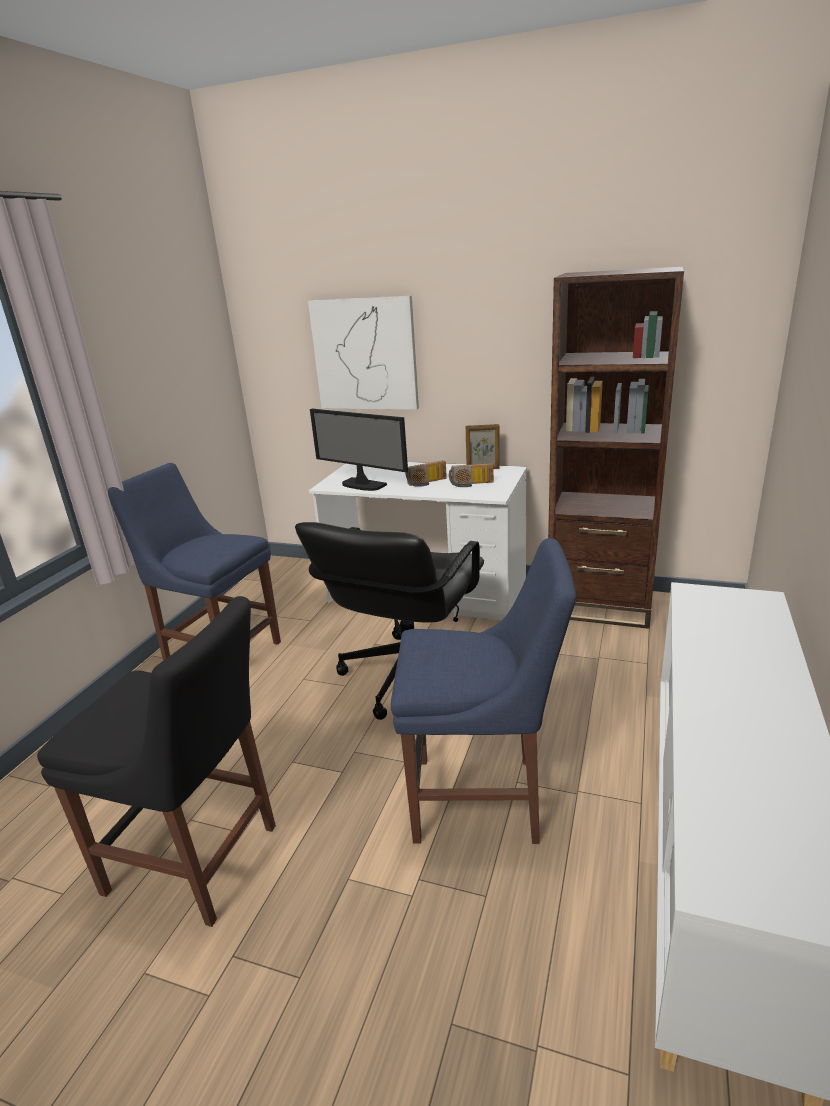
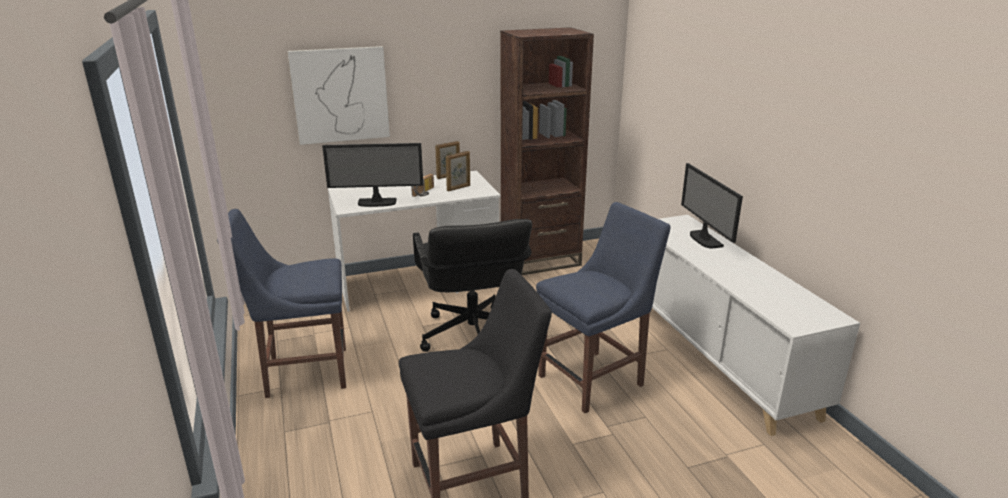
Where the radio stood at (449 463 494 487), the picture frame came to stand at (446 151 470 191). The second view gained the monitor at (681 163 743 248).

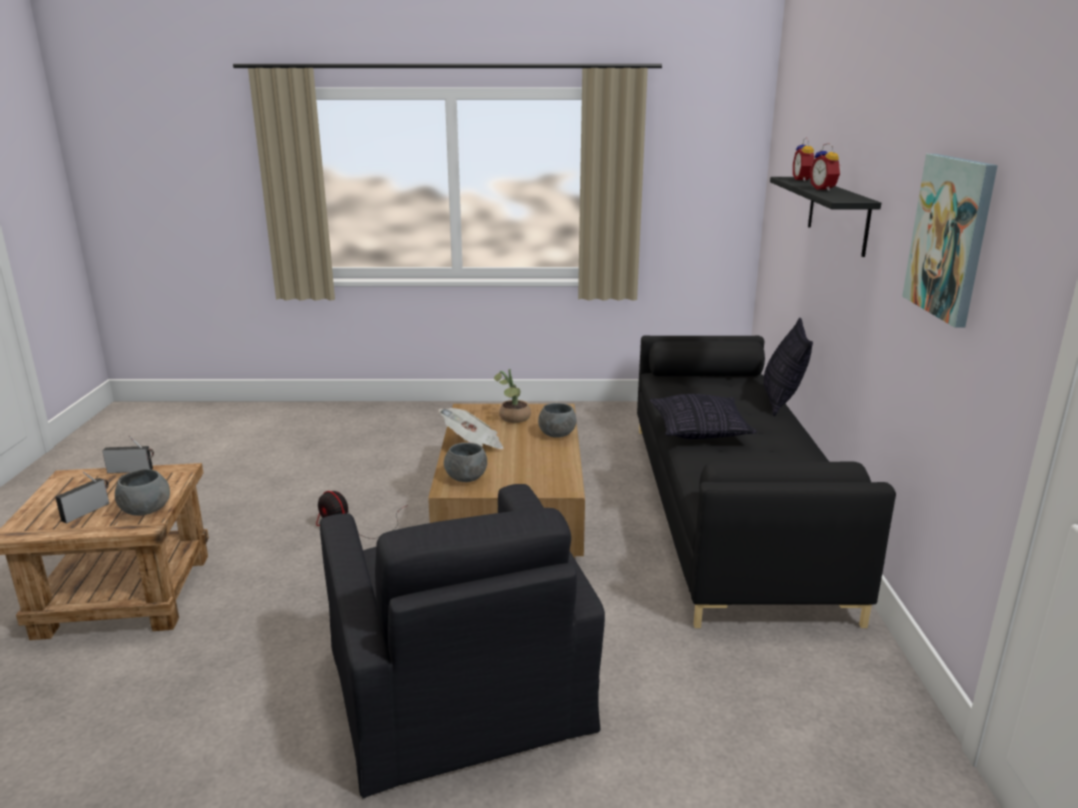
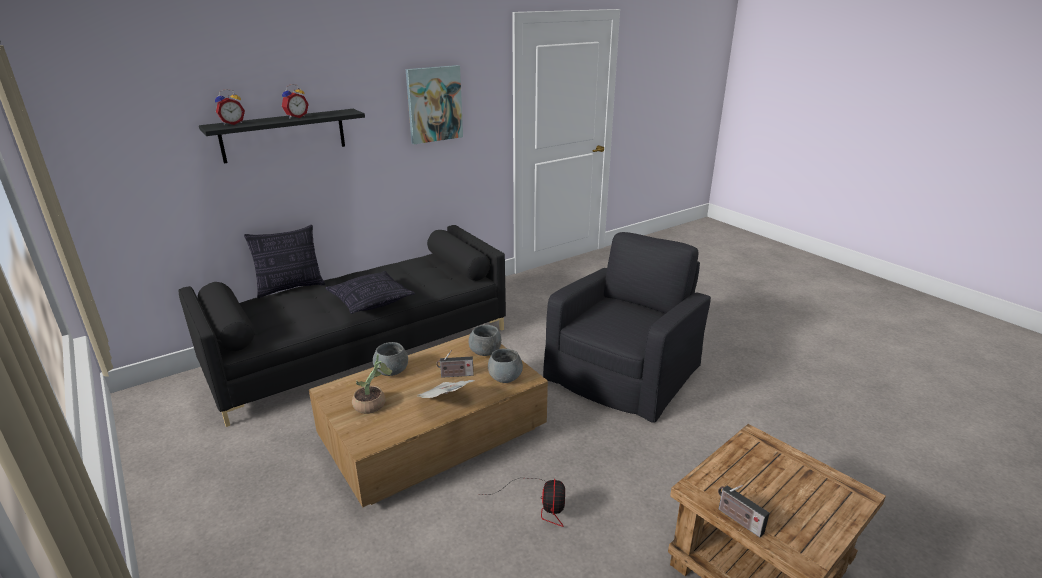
The radio ended up elsewhere, having gone from (55 471 109 523) to (437 350 474 378). The grey bowl ended up elsewhere, having gone from (115 469 170 516) to (469 325 501 356).

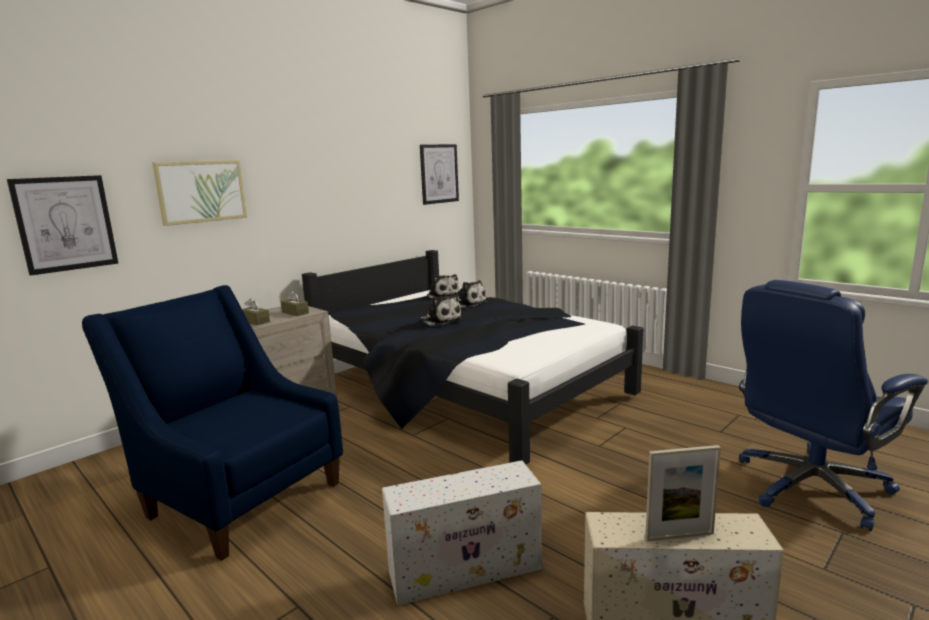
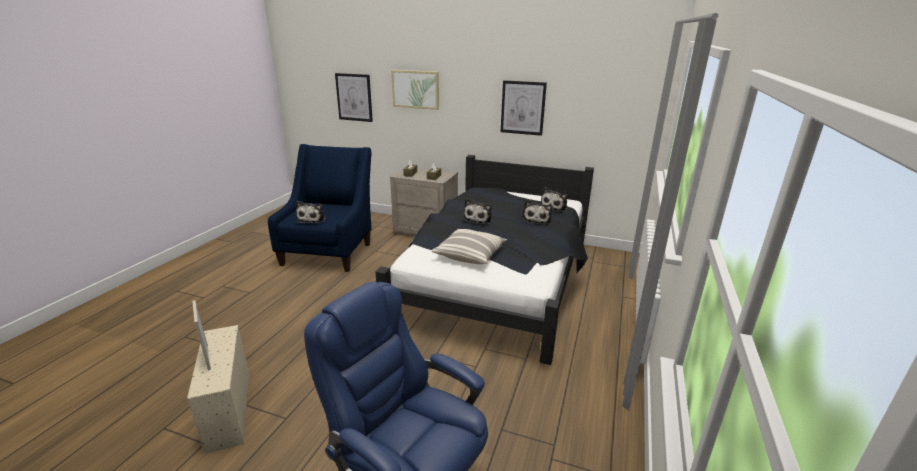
The second view lost the white storage box at (382 460 542 606). The picture ended up elsewhere, having gone from (420 144 459 205) to (501 80 547 136). The second view gained the plush toy at (296 201 326 224). The second view gained the pillow at (431 229 507 264).

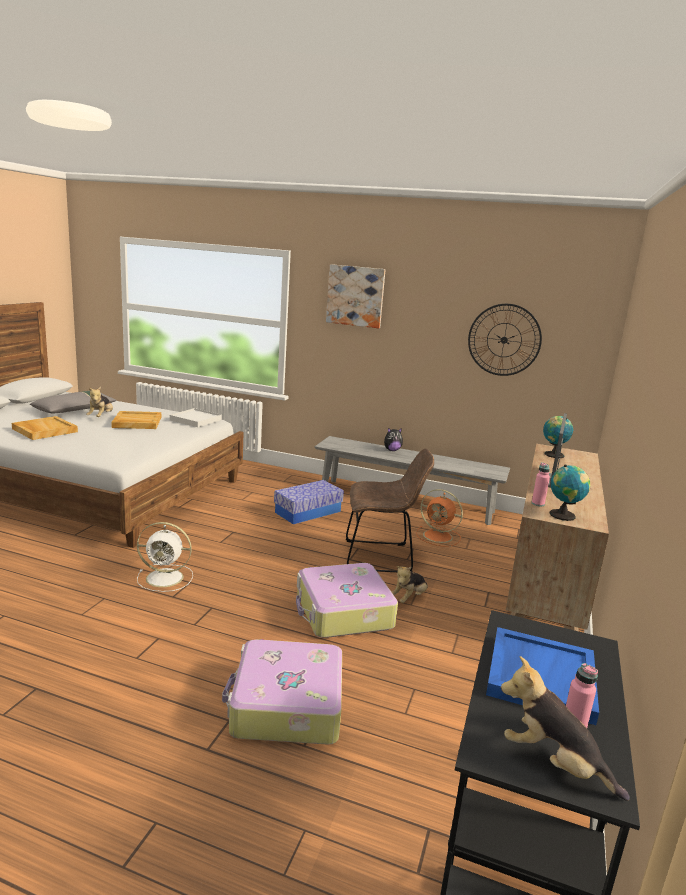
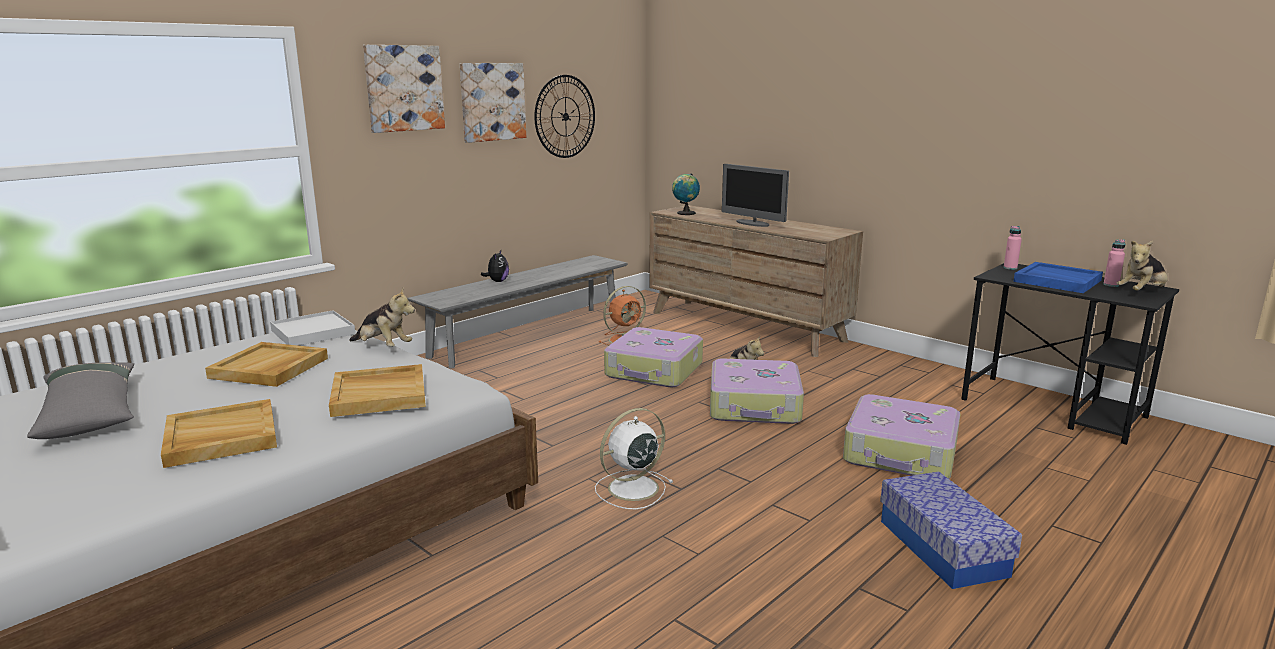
The plush toy ended up elsewhere, having gone from (86 387 113 417) to (349 289 415 347). The white fan at (137 522 193 592) ended up facing another way, 150 degrees counterclockwise from before. The storage box ended up elsewhere, having gone from (274 480 344 524) to (880 472 1022 589). Where the brown chair stood at (346 448 434 572), the suitcase came to stand at (604 327 703 387). The pink bottle ended up elsewhere, having gone from (532 462 550 506) to (1004 226 1022 270). The second view lost the globe at (550 464 590 521). The second view gained the beige tray at (329 364 426 417). The second view gained the picture at (460 63 526 143).

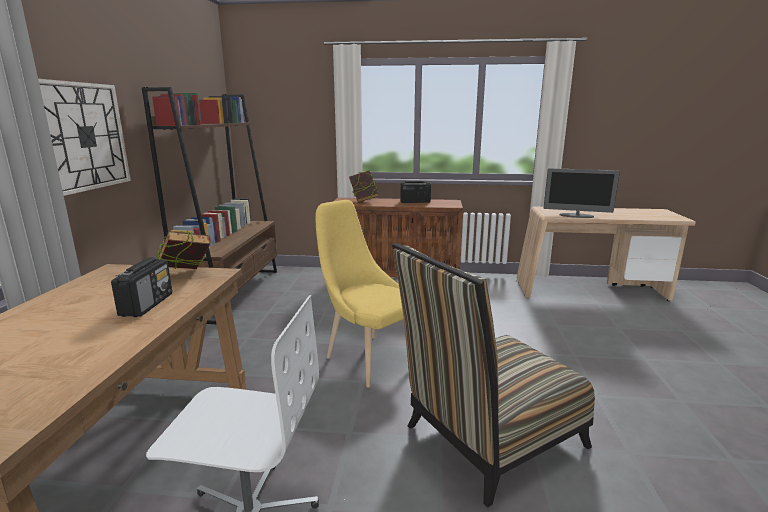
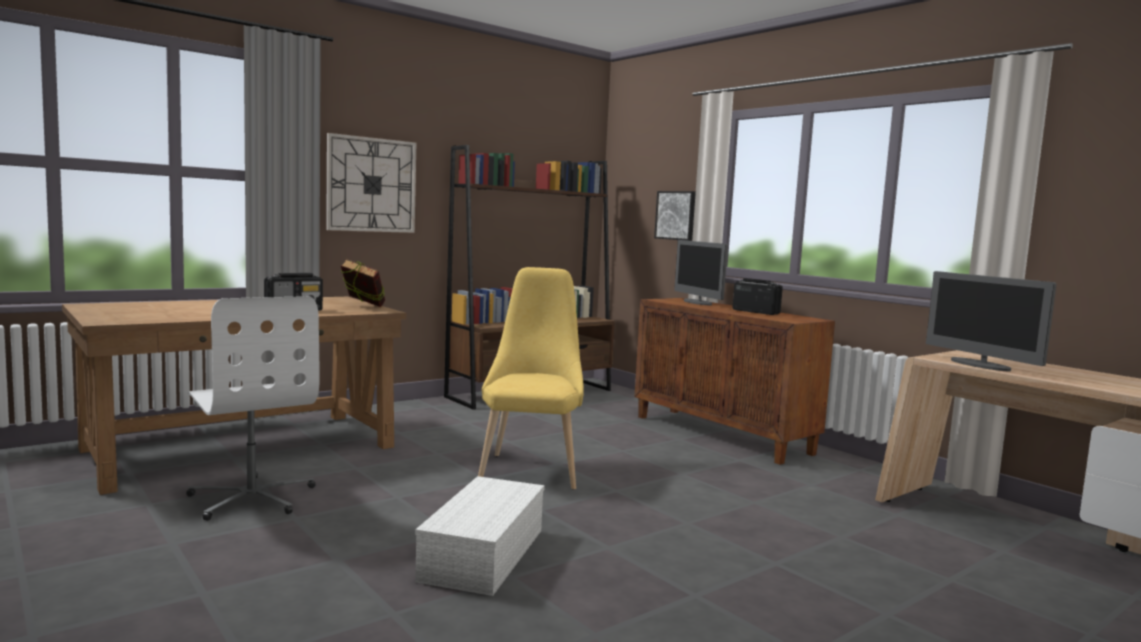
Where the book stood at (349 170 378 203), the monitor came to stand at (674 240 728 305). Where the chair stood at (392 243 595 508), the white storage box came to stand at (415 476 545 596). The second view gained the picture at (654 191 696 241).

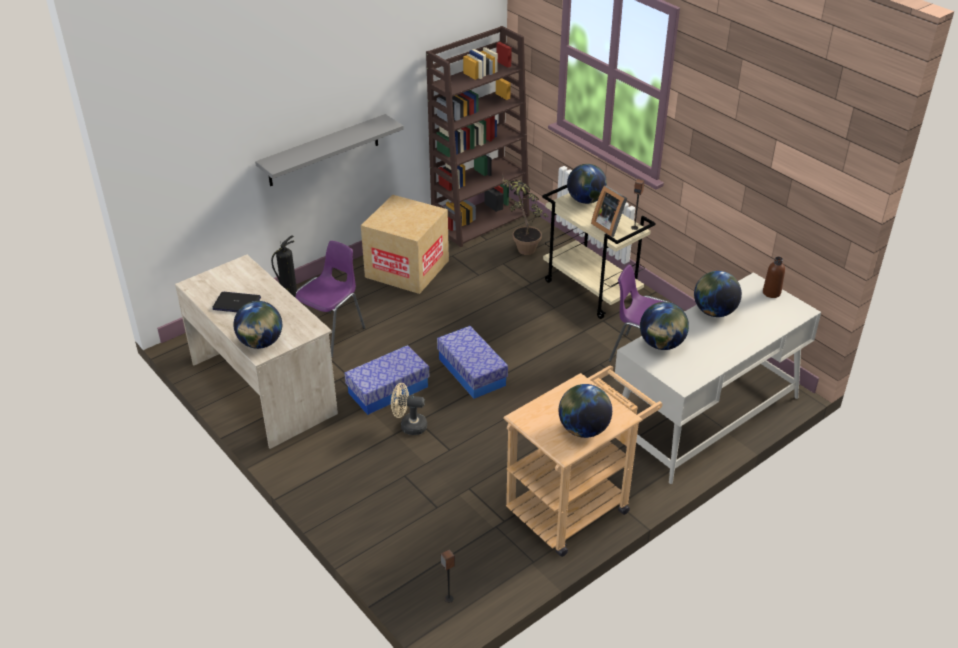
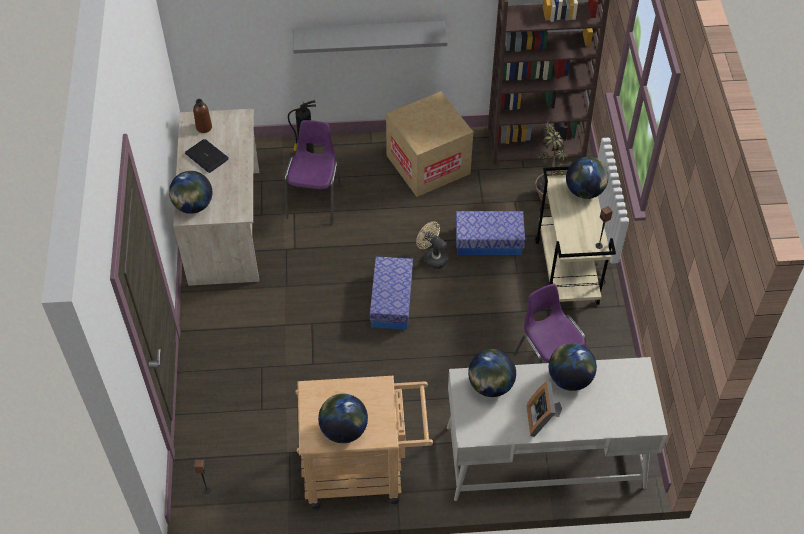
The purple chair at (296 241 365 357) ended up facing another way, 60 degrees counterclockwise from before. The storage box ended up elsewhere, having gone from (344 345 430 415) to (455 211 525 255). The beige fan ended up elsewhere, having gone from (391 383 427 435) to (416 222 448 269). The picture frame ended up elsewhere, having gone from (591 186 627 237) to (526 381 562 437). The brown bottle ended up elsewhere, having gone from (763 257 785 298) to (193 99 212 133).

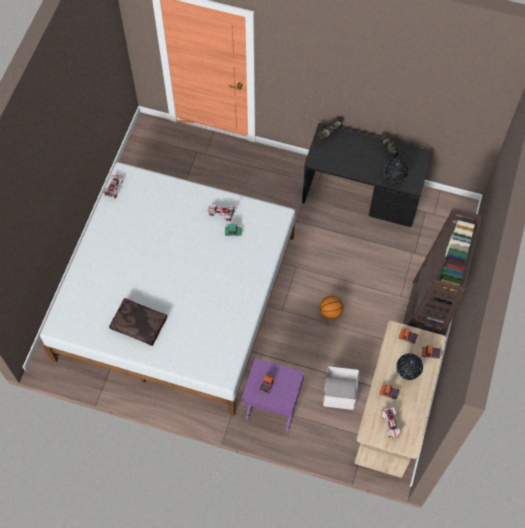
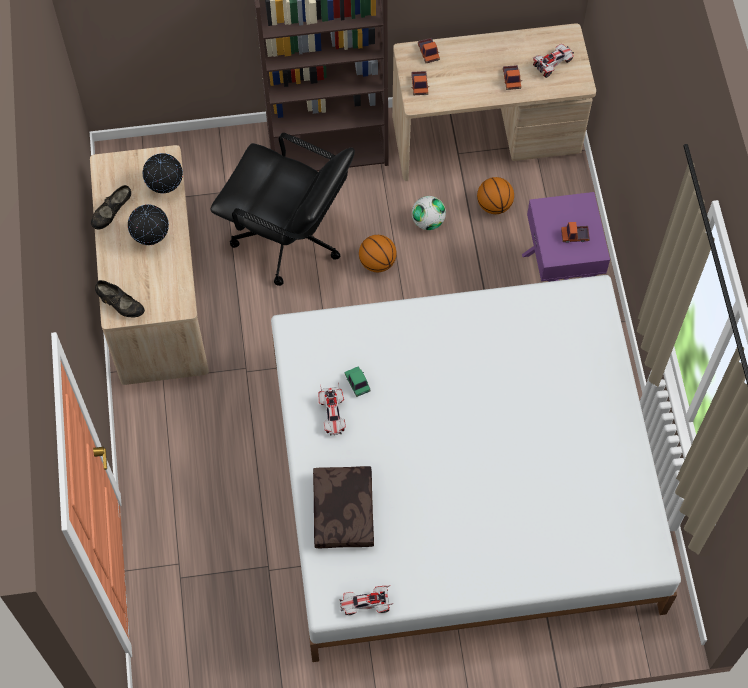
The brown pillow ended up elsewhere, having gone from (109 298 168 346) to (313 466 374 548). What was the black desk at (302 123 432 227) turned into the beige desk at (90 145 209 385). Where the white storage box stood at (323 366 359 410), the basketball came to stand at (477 177 514 214). The globe ended up elsewhere, having gone from (396 353 423 380) to (128 204 169 245). The second view gained the black office chair at (210 133 355 286). The second view gained the football at (412 196 446 230).

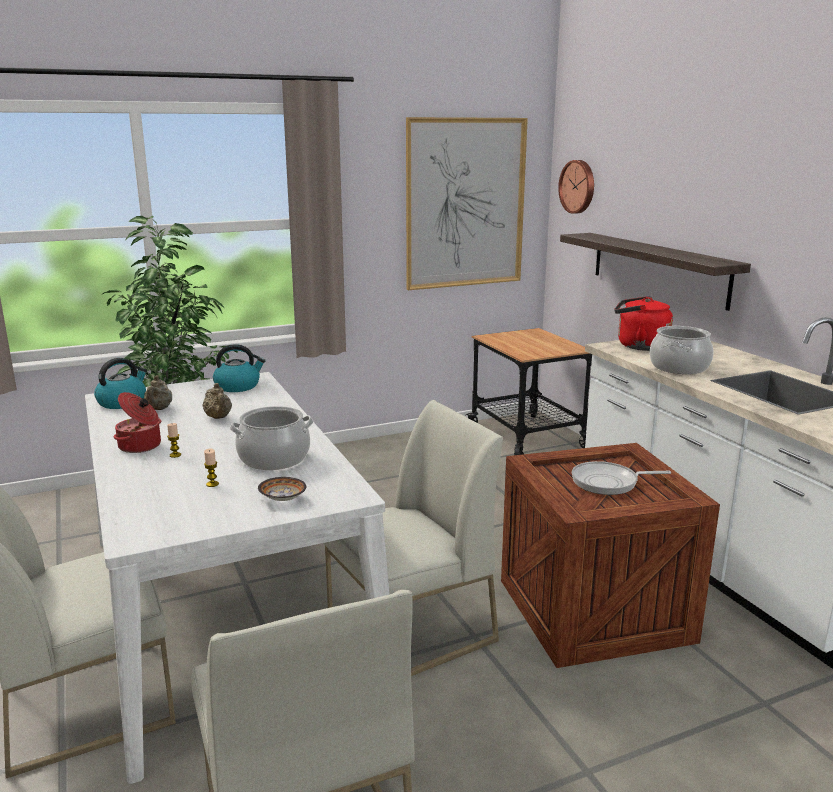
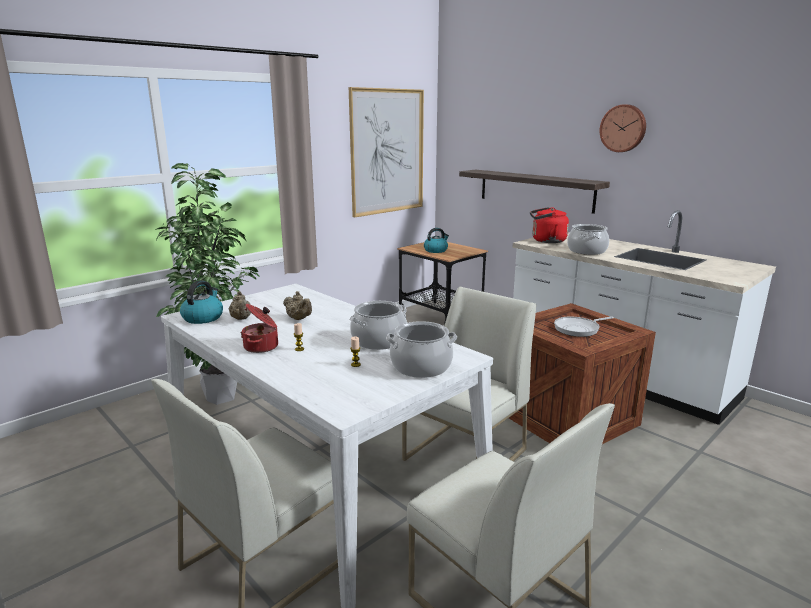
The kettle ended up elsewhere, having gone from (213 344 266 392) to (424 228 449 253). Where the bowl stood at (258 477 306 501), the cooking pot came to stand at (386 321 457 378). The wall clock ended up elsewhere, having gone from (558 160 594 214) to (600 104 646 152).

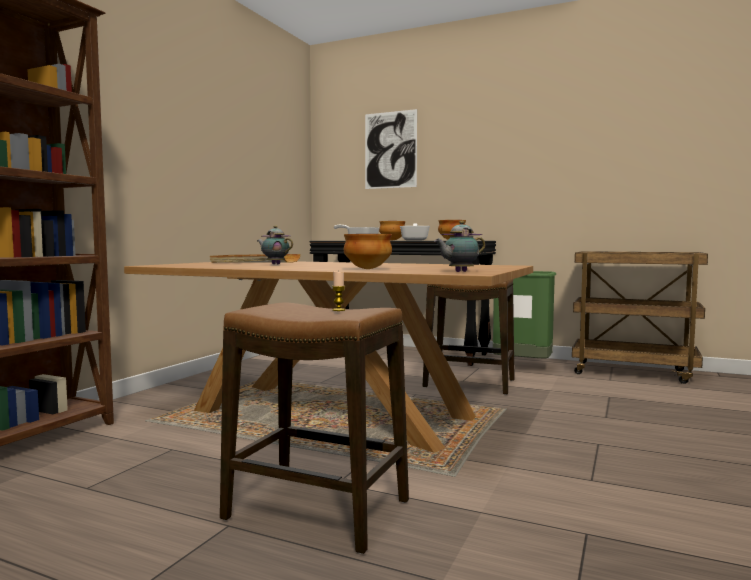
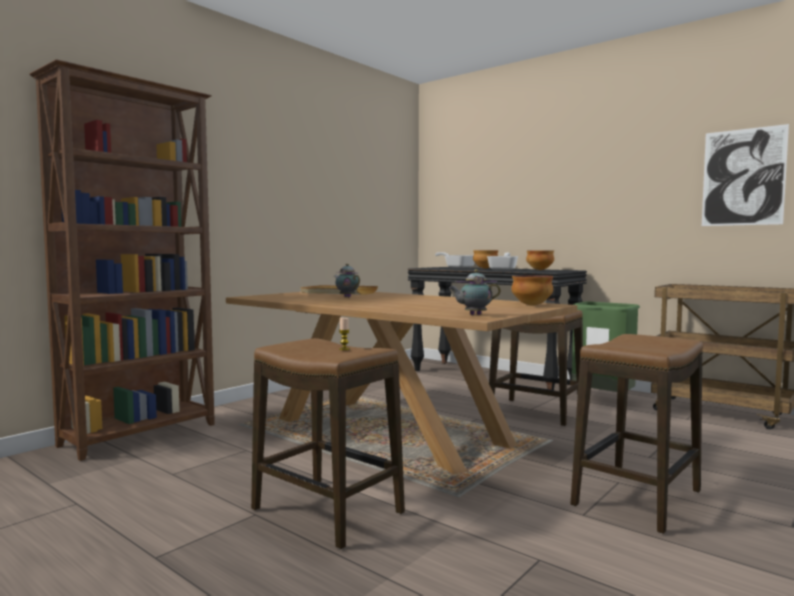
The bowl ended up elsewhere, having gone from (344 234 392 269) to (511 275 553 305). The picture ended up elsewhere, having gone from (365 109 417 189) to (702 124 789 226). The second view gained the stool at (570 334 703 534).

